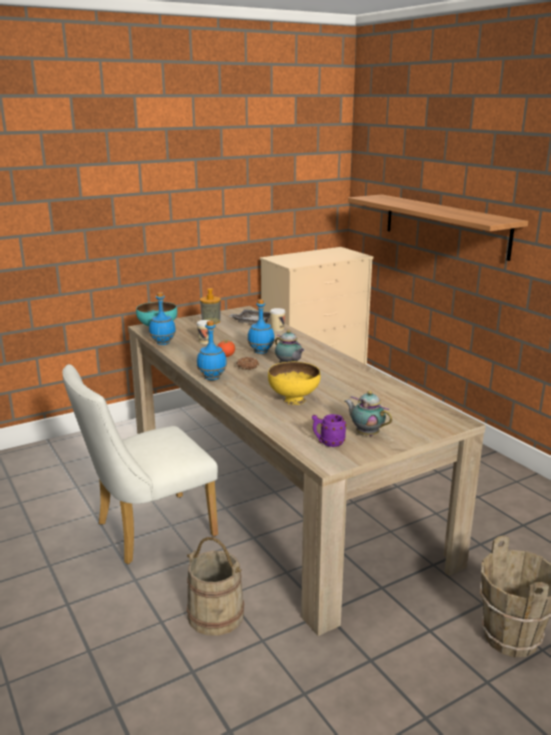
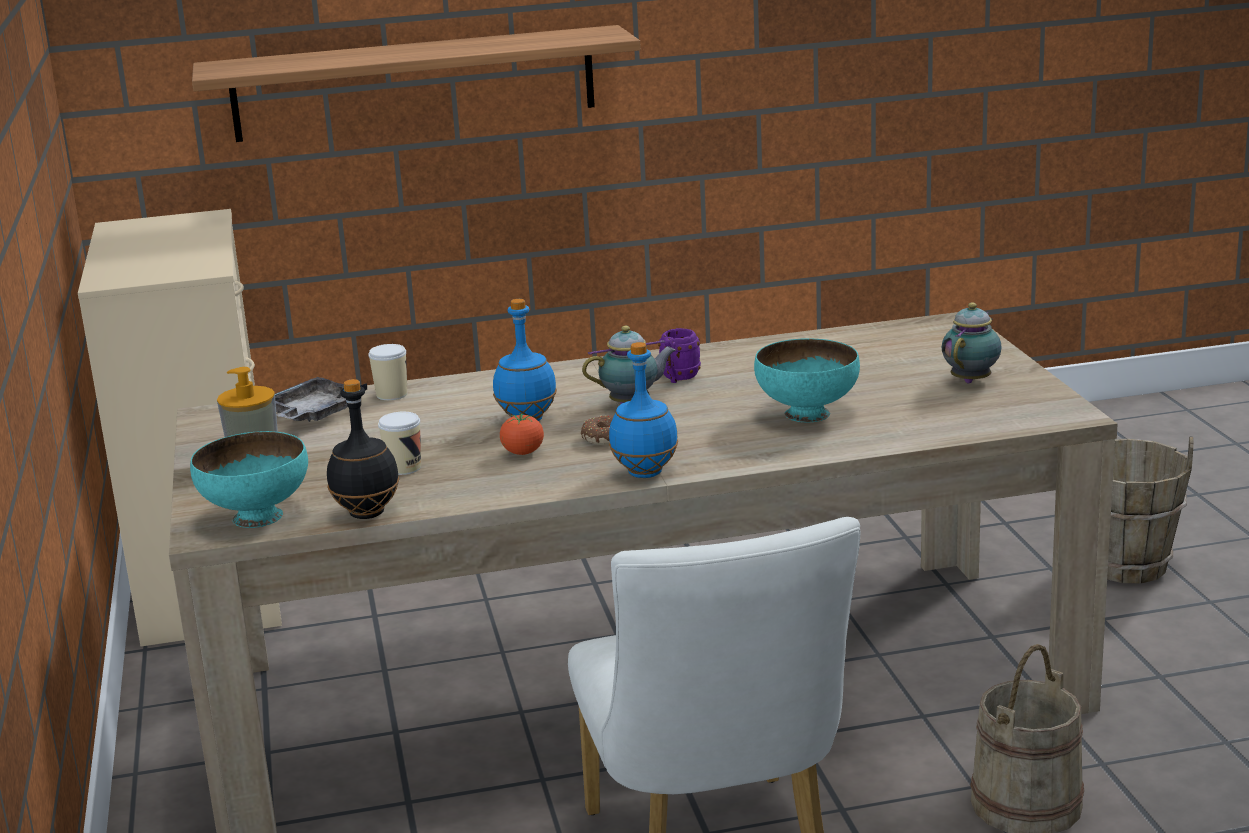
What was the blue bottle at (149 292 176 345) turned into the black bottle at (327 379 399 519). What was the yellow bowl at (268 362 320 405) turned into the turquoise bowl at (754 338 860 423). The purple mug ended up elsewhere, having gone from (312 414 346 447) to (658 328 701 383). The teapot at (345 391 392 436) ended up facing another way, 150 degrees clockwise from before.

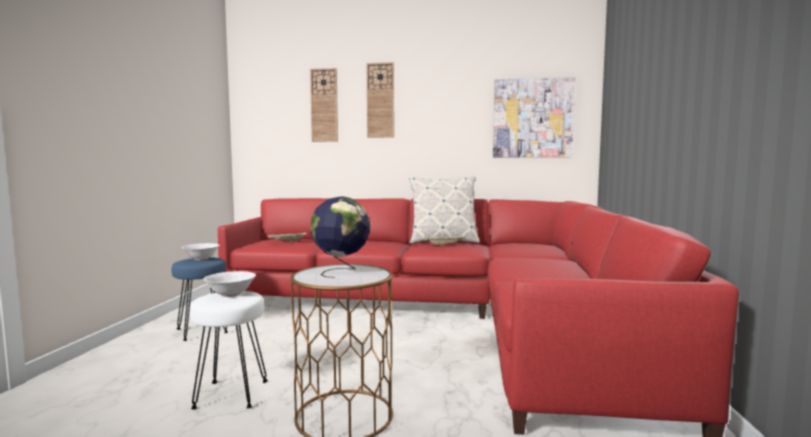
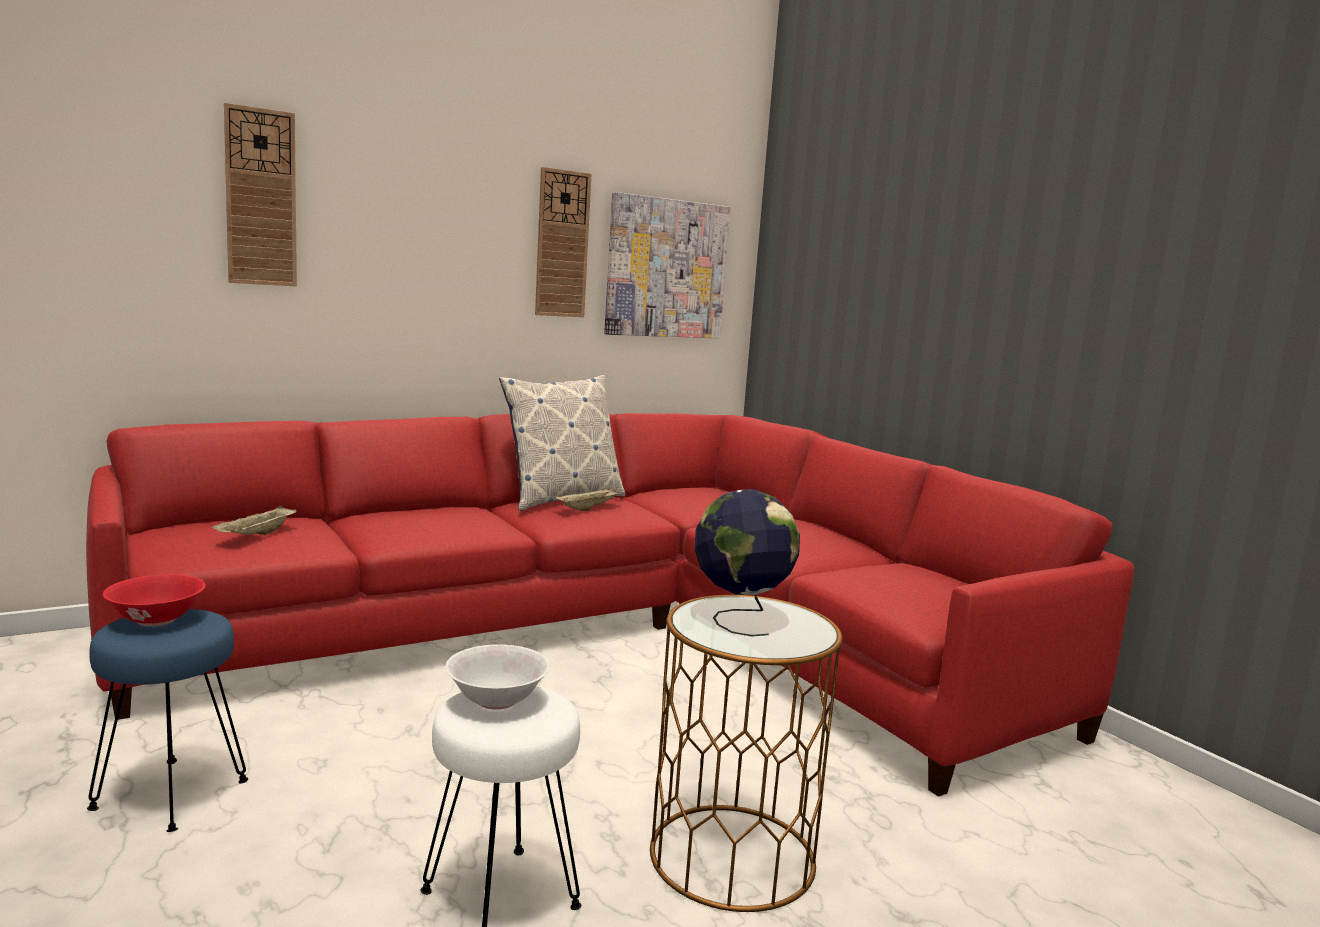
What was the white bowl at (181 243 220 260) turned into the red bowl at (103 574 206 626). The wall clock ended up elsewhere, having gone from (367 62 394 138) to (535 167 592 317).

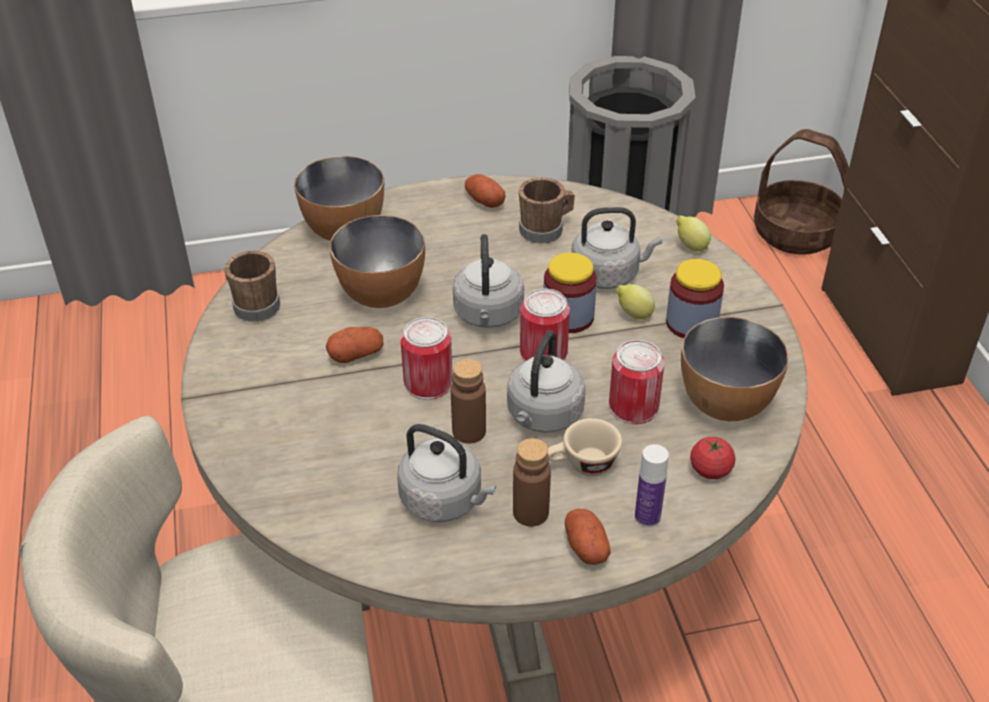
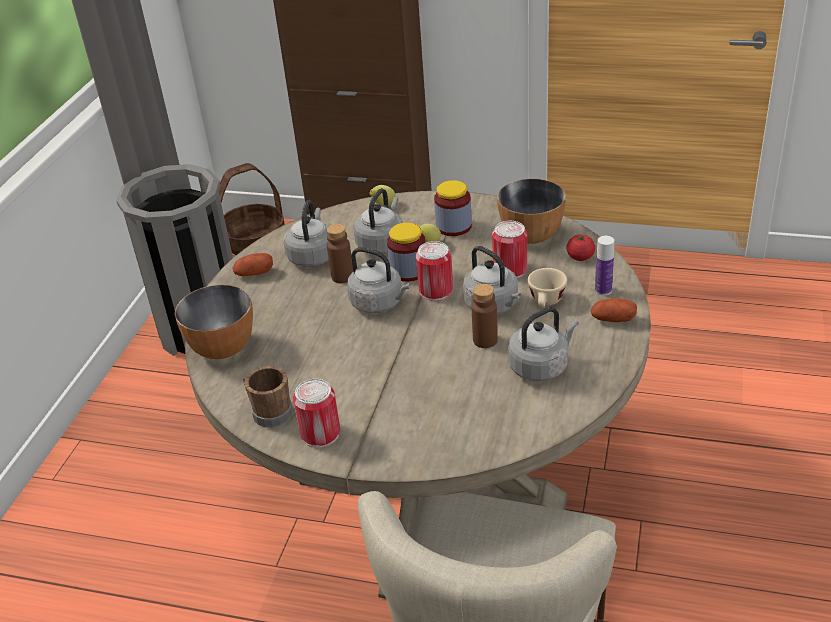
The second view lost the potato at (326 327 384 363). The second view lost the bowl at (330 215 425 308). The can ended up elsewhere, having gone from (401 317 453 400) to (293 379 340 448). The brown bottle ended up elsewhere, having gone from (513 438 551 526) to (327 224 353 283). Where the brown mug stood at (519 177 575 244), the grey kettle came to stand at (284 200 329 267).

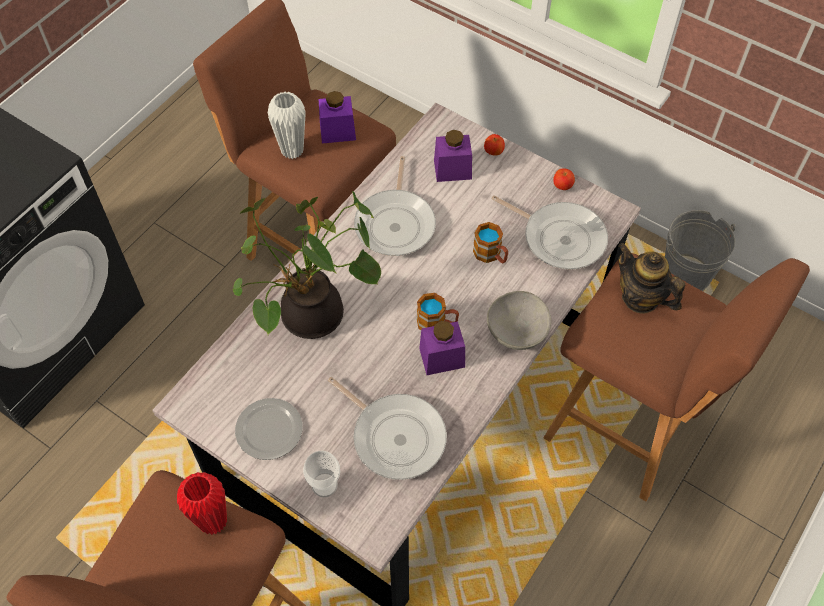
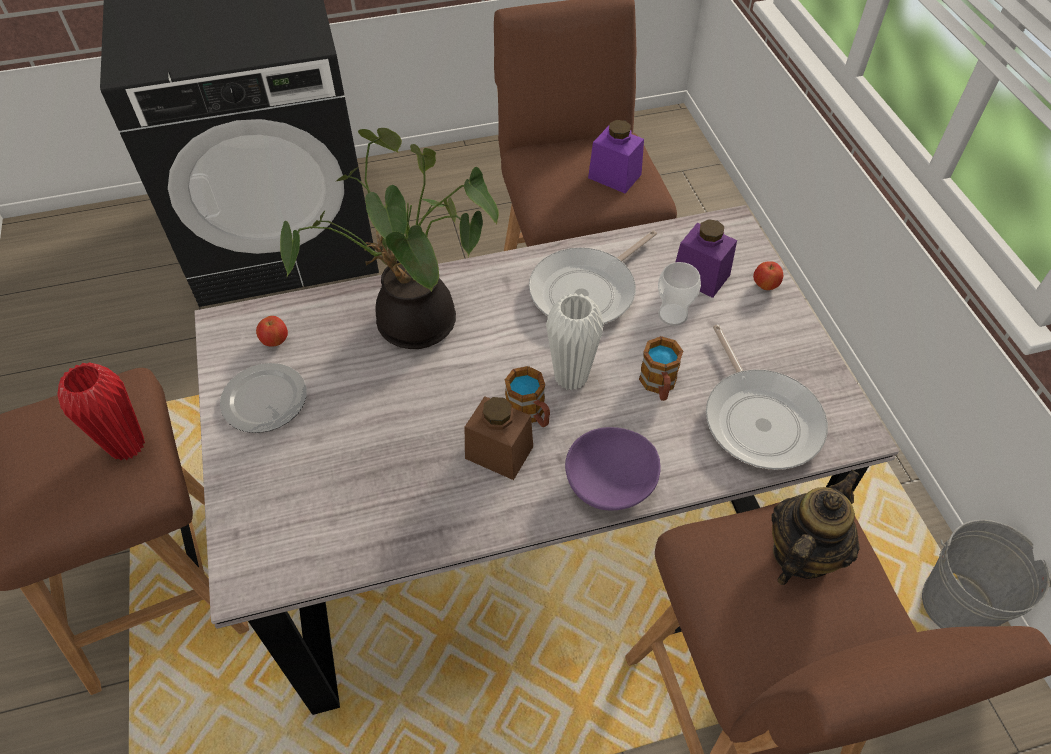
The white vase ended up elsewhere, having gone from (268 92 306 159) to (546 293 604 391). The cup ended up elsewhere, having gone from (303 451 340 497) to (658 262 701 326). The second view lost the frying pan at (328 377 447 480). What was the purple jar at (419 321 465 375) turned into the brown jar at (465 396 533 480). What was the grey bowl at (487 291 551 350) turned into the purple bowl at (565 427 661 510). The apple ended up elsewhere, having gone from (553 168 575 190) to (256 316 288 346). The teapot at (618 243 685 314) ended up facing another way, 45 degrees clockwise from before.

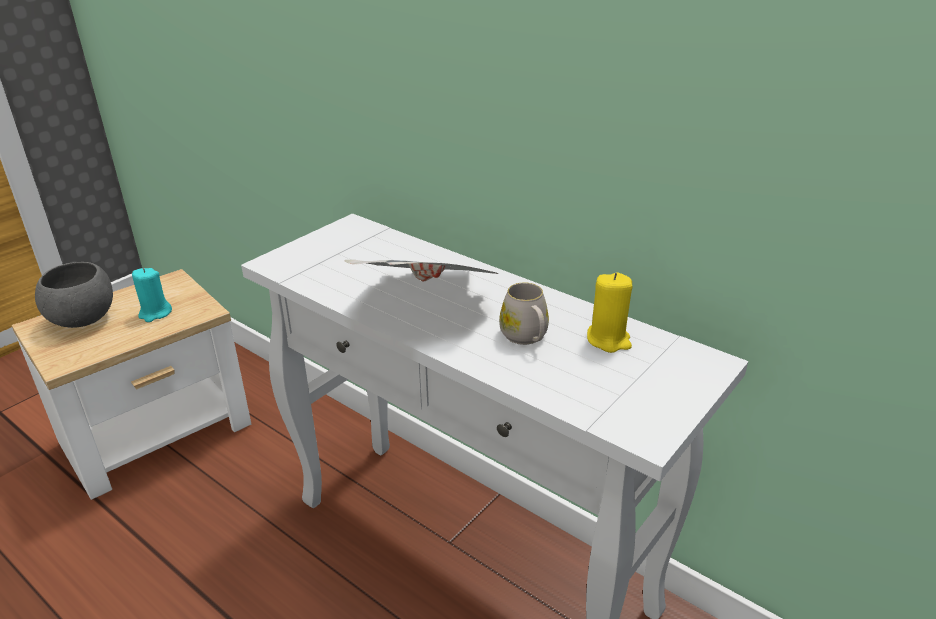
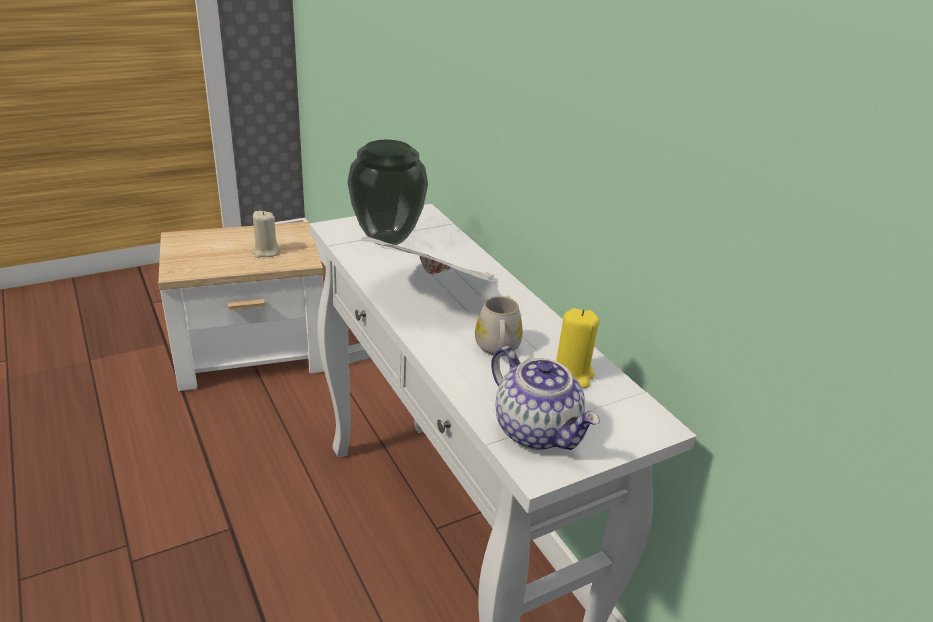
The second view lost the grey bowl at (35 262 113 328). What was the turquoise candle at (132 268 172 322) turned into the beige candle at (252 211 281 258). The second view gained the vase at (347 140 428 245). The second view gained the teapot at (491 346 600 450).

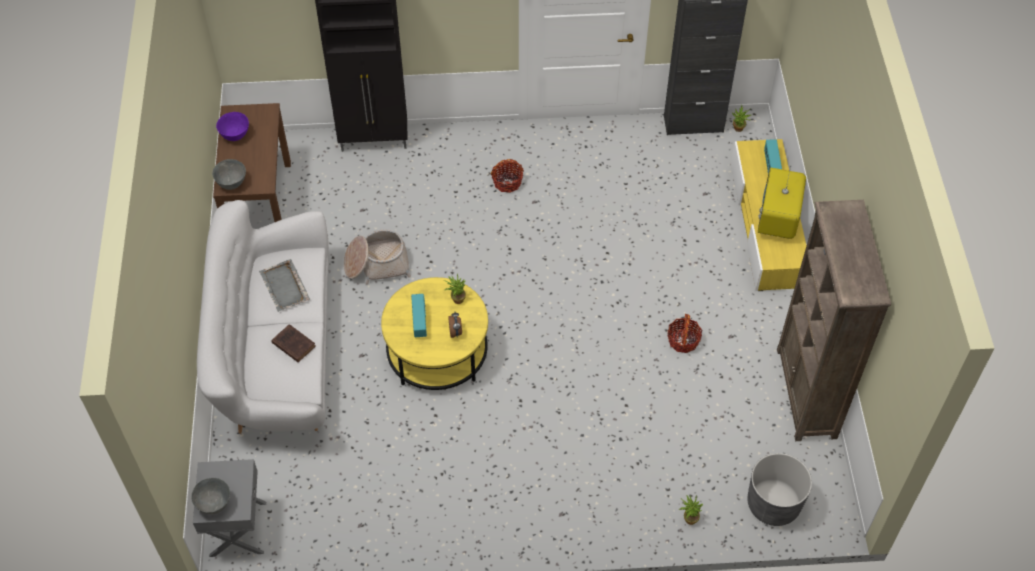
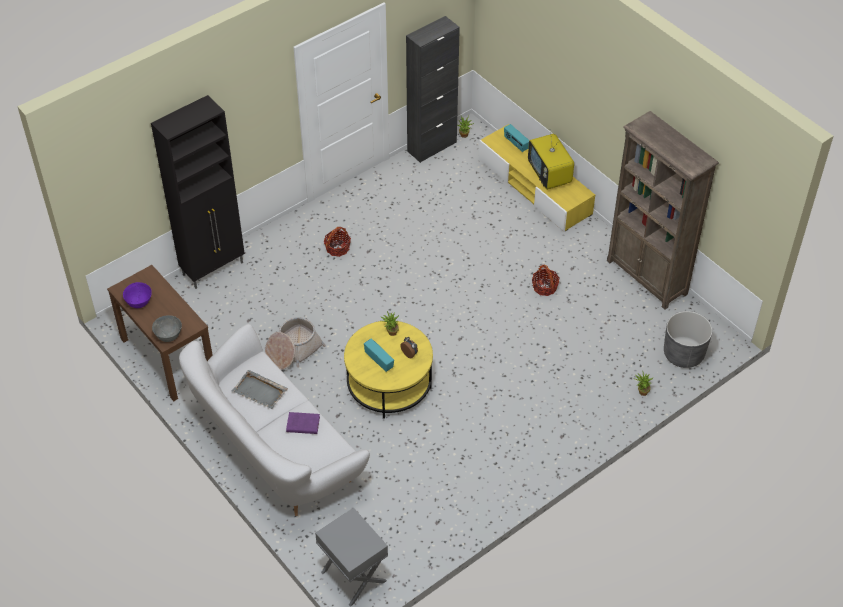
The second view lost the grey bowl at (191 478 230 514). What was the brown book at (271 324 316 362) turned into the purple book at (286 412 320 434).

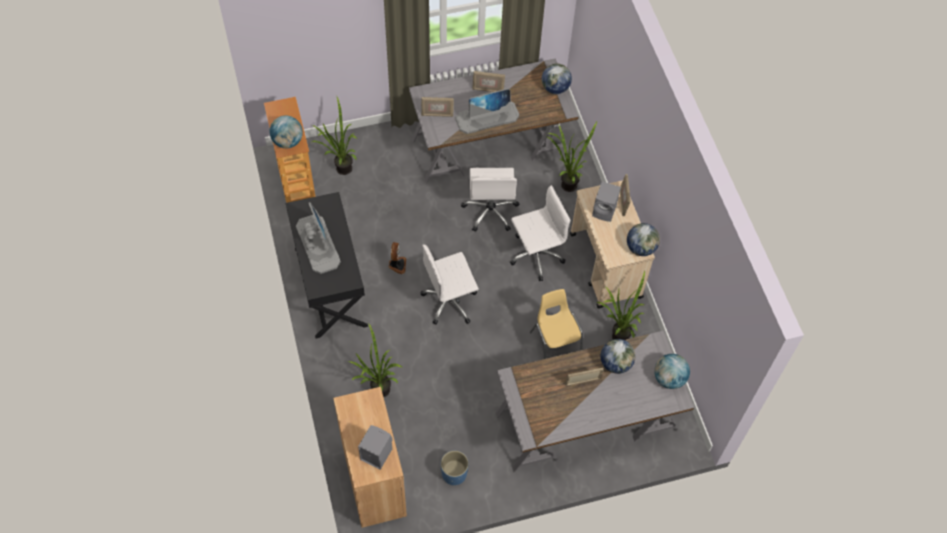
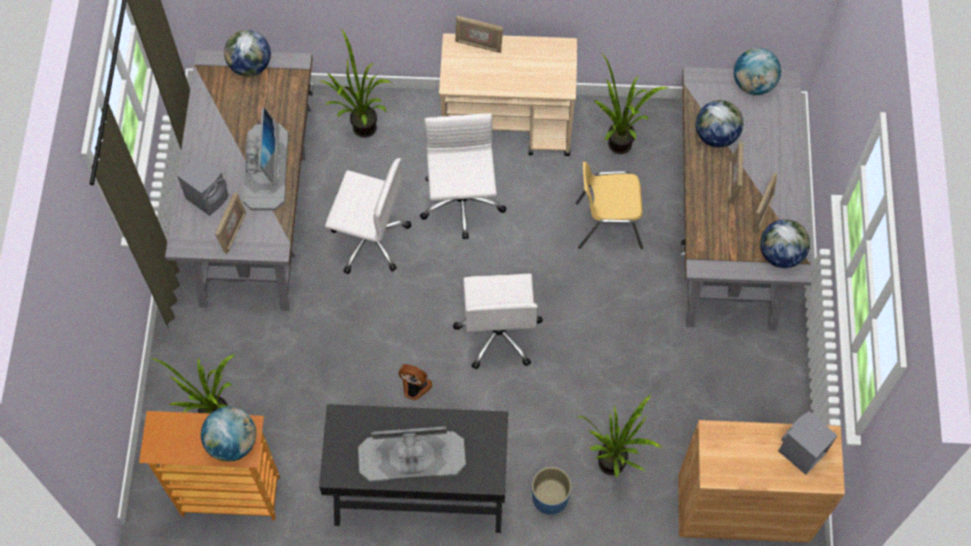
The blue planter ended up elsewhere, having gone from (441 451 469 485) to (532 467 572 515). The picture frame ended up elsewhere, having gone from (472 71 505 92) to (753 173 777 234). The grey speaker ended up elsewhere, having gone from (592 181 621 222) to (177 155 229 216). The globe ended up elsewhere, having gone from (627 223 660 256) to (760 219 810 268).

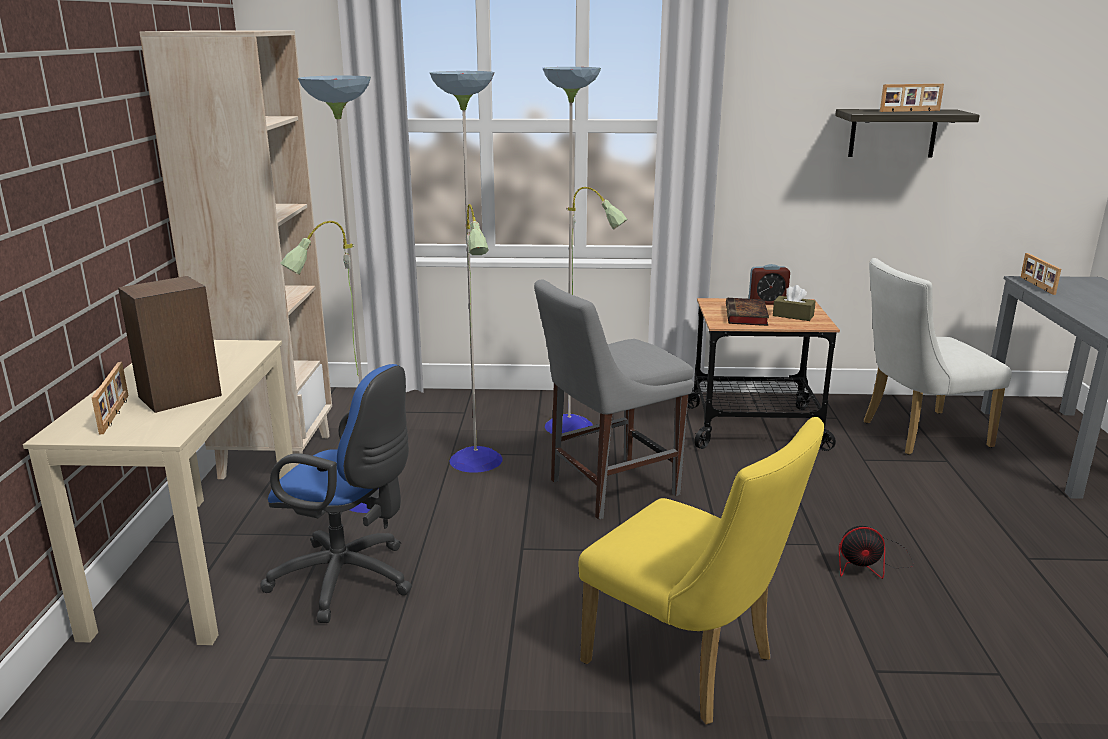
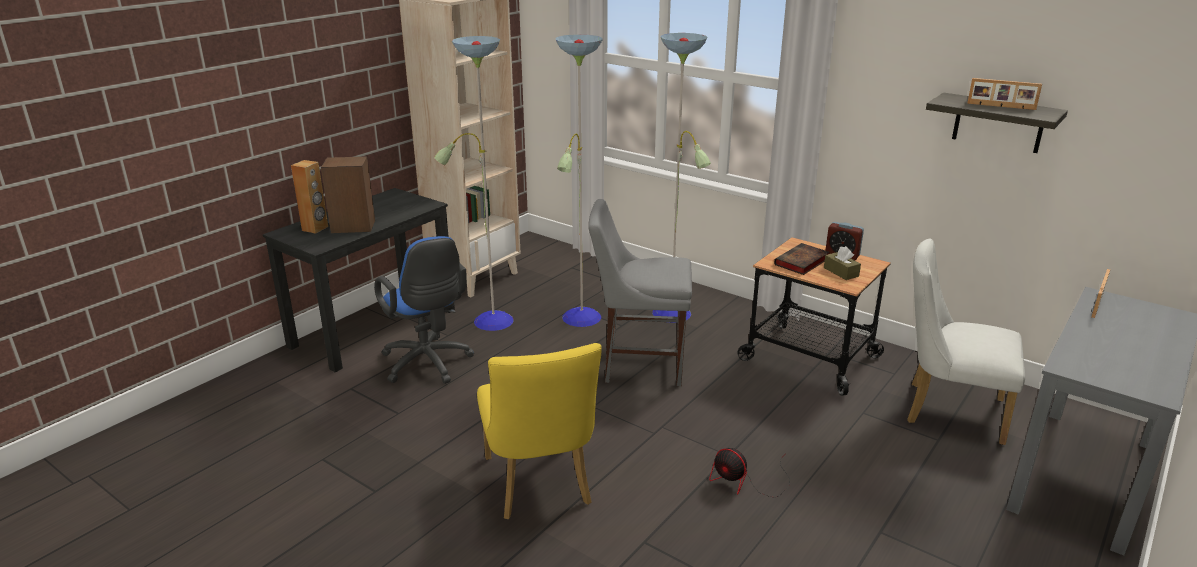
What was the beige desk at (23 340 294 645) turned into the black desk at (263 188 455 372). Where the picture frame stood at (92 362 129 435), the brown speaker came to stand at (291 160 328 234).

